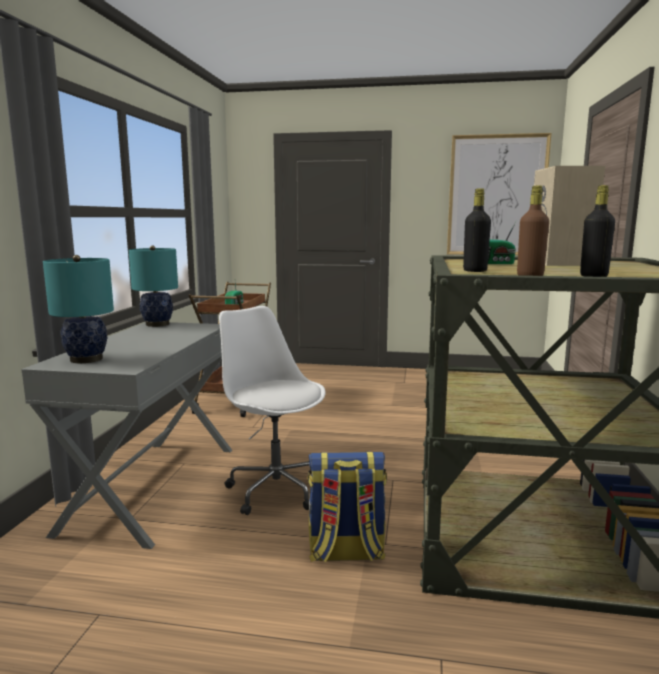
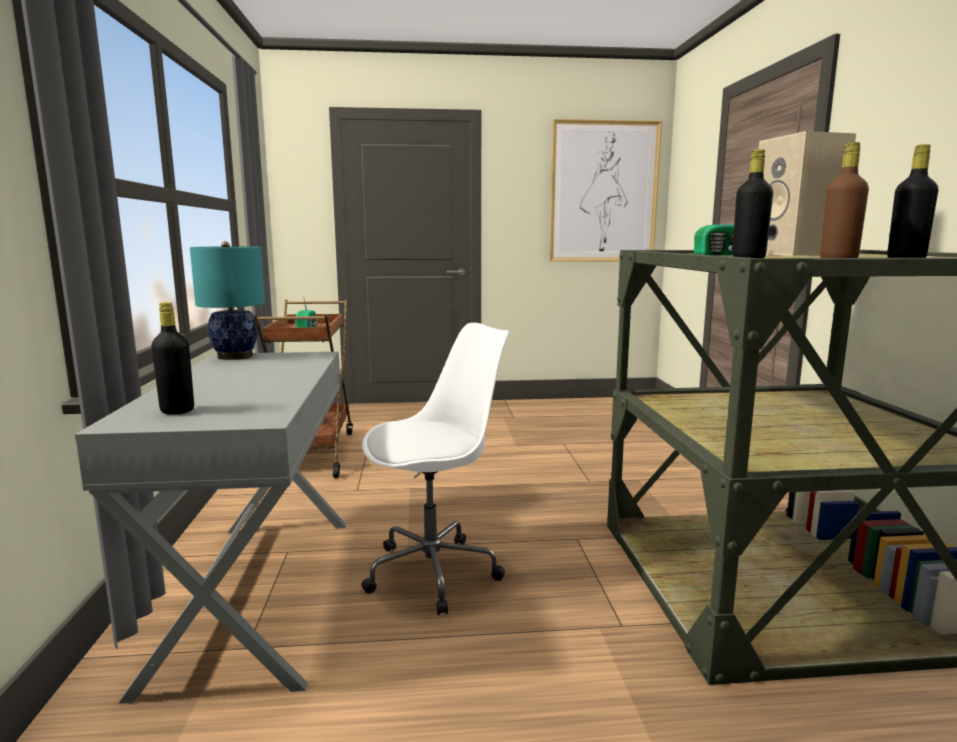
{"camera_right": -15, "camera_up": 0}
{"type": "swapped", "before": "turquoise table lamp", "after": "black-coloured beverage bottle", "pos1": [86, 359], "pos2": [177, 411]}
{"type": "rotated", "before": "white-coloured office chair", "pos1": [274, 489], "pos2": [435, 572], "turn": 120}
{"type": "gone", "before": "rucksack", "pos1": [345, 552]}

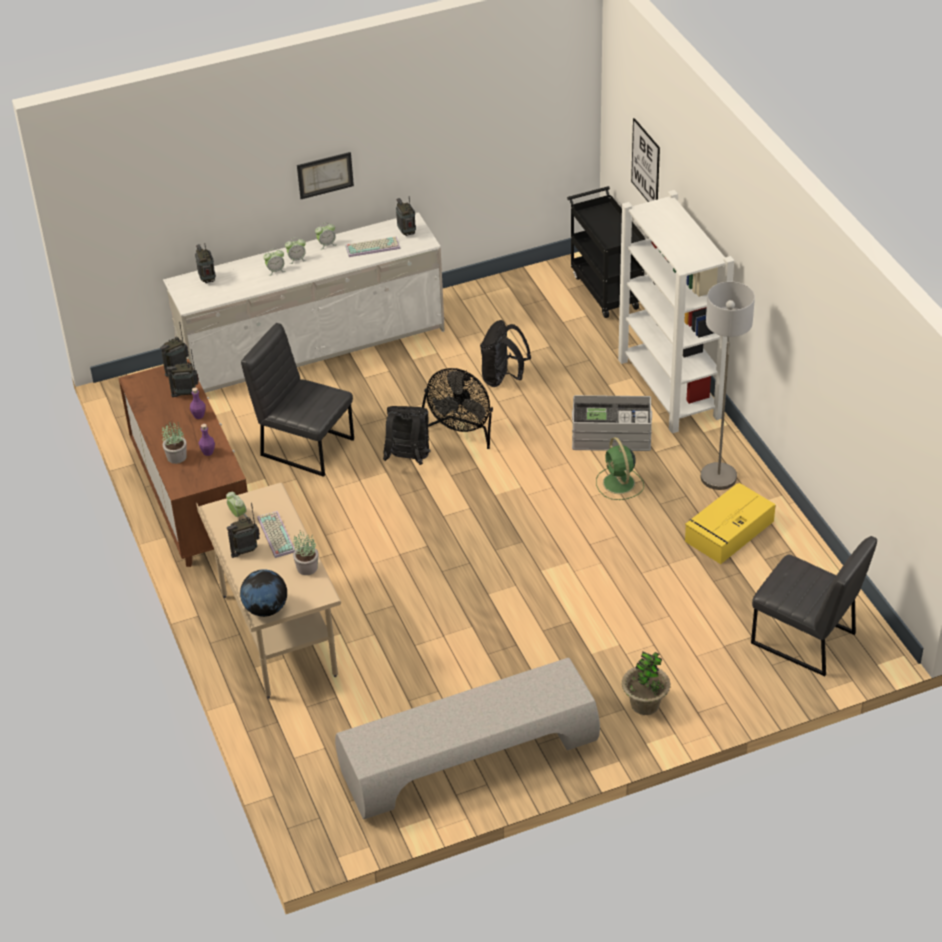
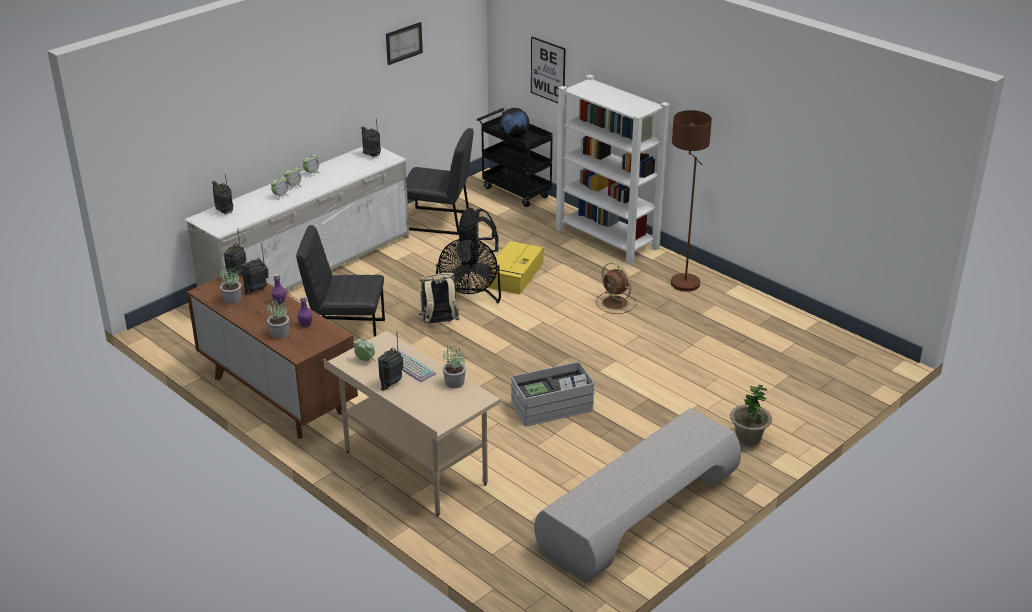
{"camera_right": -25, "camera_up": -10}
{"type": "shifted", "before": "globe", "pos1": [266, 609], "pos2": [514, 136]}
{"type": "shifted", "before": "wall picture", "pos1": [325, 175], "pos2": [403, 43]}
{"type": "gone", "before": "computer keyboard", "pos1": [373, 247]}
{"type": "repainted", "before": "black-coloured rucksack", "after": "sand-coloured rucksack", "pos1": [408, 459], "pos2": [439, 323]}
{"type": "shifted", "before": "gray storage box", "pos1": [611, 435], "pos2": [552, 406]}
{"type": "repainted", "before": "greenish cooling fan", "after": "brown-coloured cooling fan", "pos1": [619, 484], "pos2": [616, 303]}
{"type": "shifted", "before": "yellow storage box", "pos1": [728, 532], "pos2": [514, 275]}
{"type": "repainted", "before": "gray floor lamp", "after": "brown-coloured floor lamp", "pos1": [718, 470], "pos2": [681, 279]}
{"type": "shifted", "before": "gray chair", "pos1": [806, 640], "pos2": [439, 221]}
{"type": "new", "after": "potted plant", "pos2": [232, 299]}

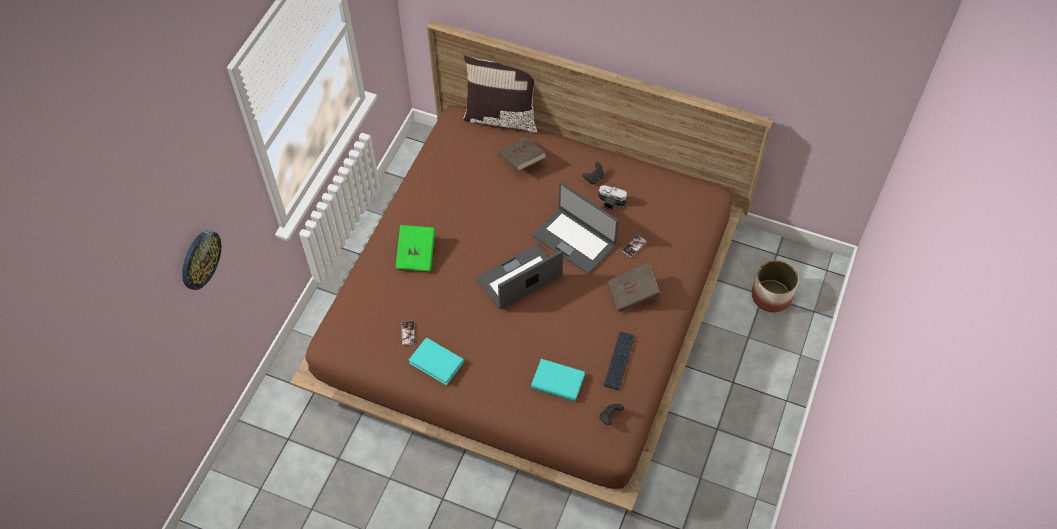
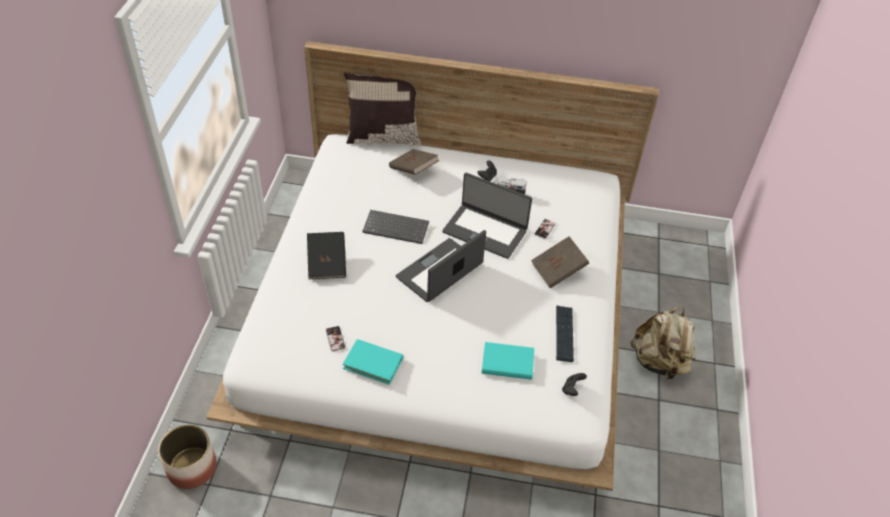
{"camera_right": -15, "camera_up": -10}
{"type": "gone", "before": "wall clock", "pos1": [200, 259]}
{"type": "repainted", "before": "brown-coloured bed", "after": "white-coloured bed", "pos1": [529, 312], "pos2": [441, 318]}
{"type": "repainted", "before": "greenish bound book", "after": "black-coloured bound book", "pos1": [416, 255], "pos2": [327, 264]}
{"type": "shifted", "before": "flower pot", "pos1": [771, 296], "pos2": [192, 468]}
{"type": "new", "after": "computer keyboard", "pos2": [397, 227]}
{"type": "new", "after": "sand-coloured rucksack", "pos2": [659, 362]}

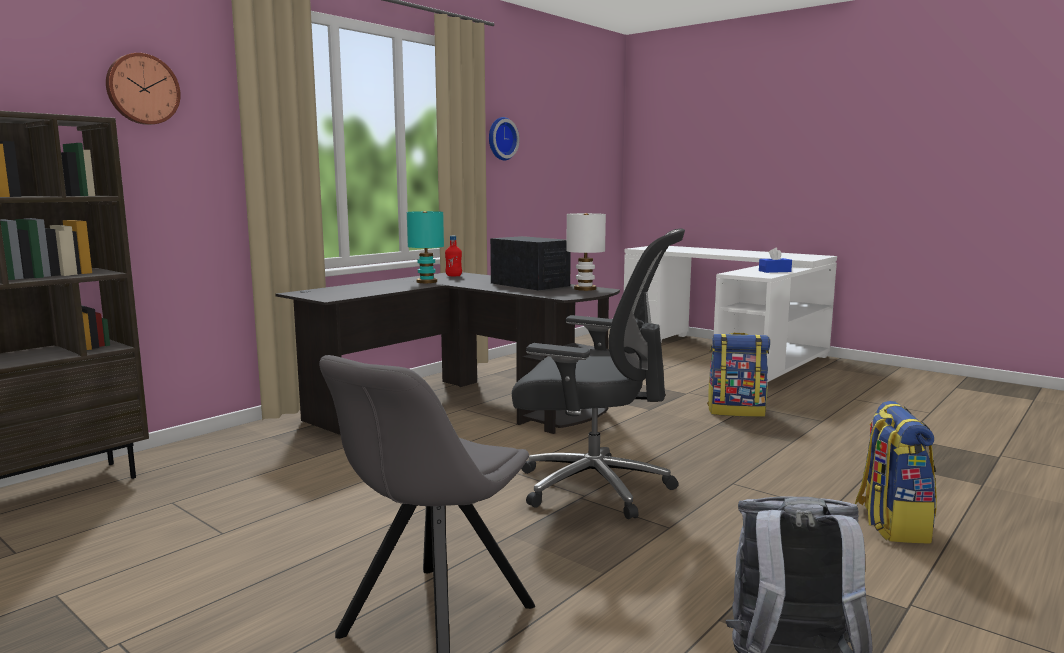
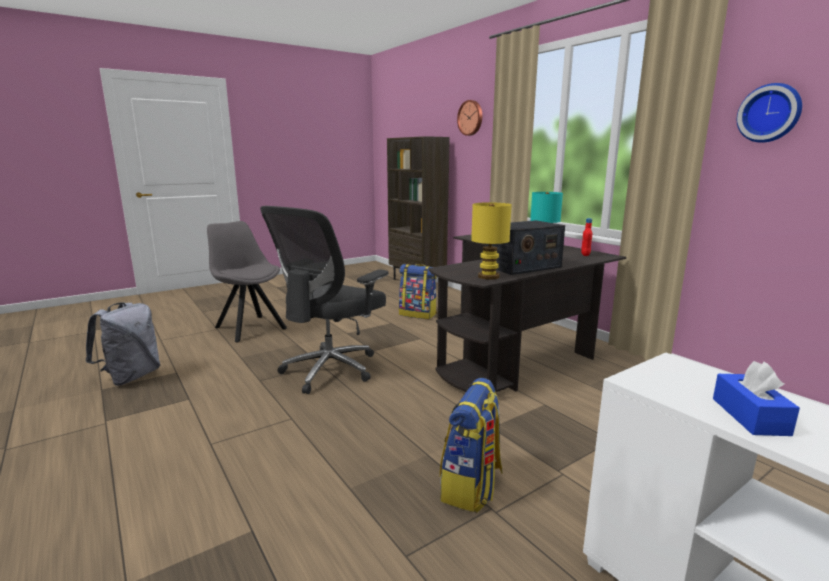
{"camera_right": 105, "camera_up": 5}
{"type": "repainted", "before": "white-coloured table lamp", "after": "yellow table lamp", "pos1": [585, 289], "pos2": [488, 276]}
{"type": "shifted", "before": "rucksack", "pos1": [891, 524], "pos2": [418, 314]}

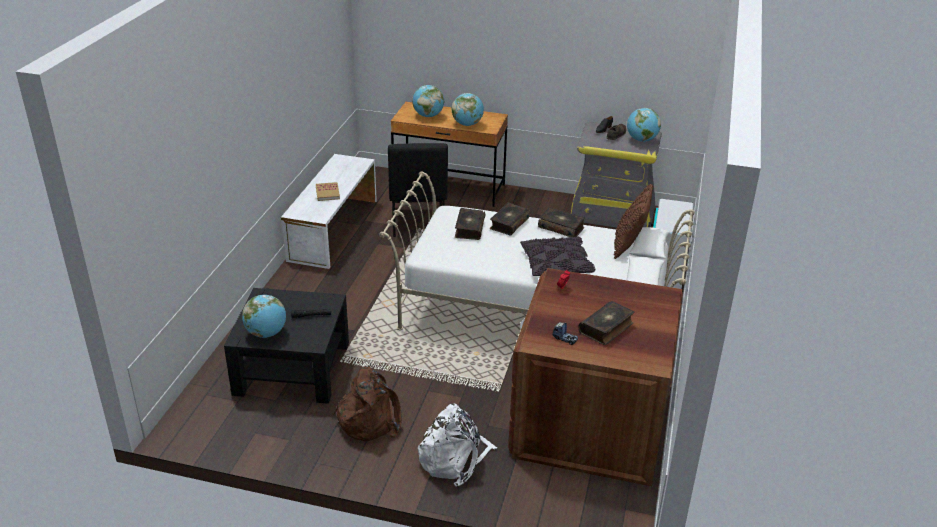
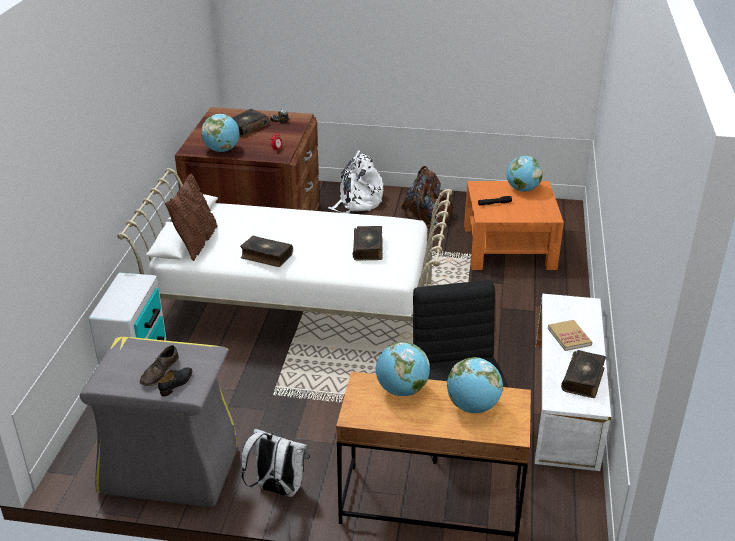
{"camera_right": 175, "camera_up": 0}
{"type": "repainted", "before": "black-coloured low table", "after": "orange-coloured low table", "pos1": [292, 368], "pos2": [509, 247]}
{"type": "shifted", "before": "bound book", "pos1": [508, 224], "pos2": [583, 379]}
{"type": "gone", "before": "black-coloured cushion", "pos1": [556, 265]}
{"type": "shifted", "before": "globe", "pos1": [641, 140], "pos2": [222, 150]}
{"type": "new", "after": "white-coloured rucksack", "pos2": [277, 489]}

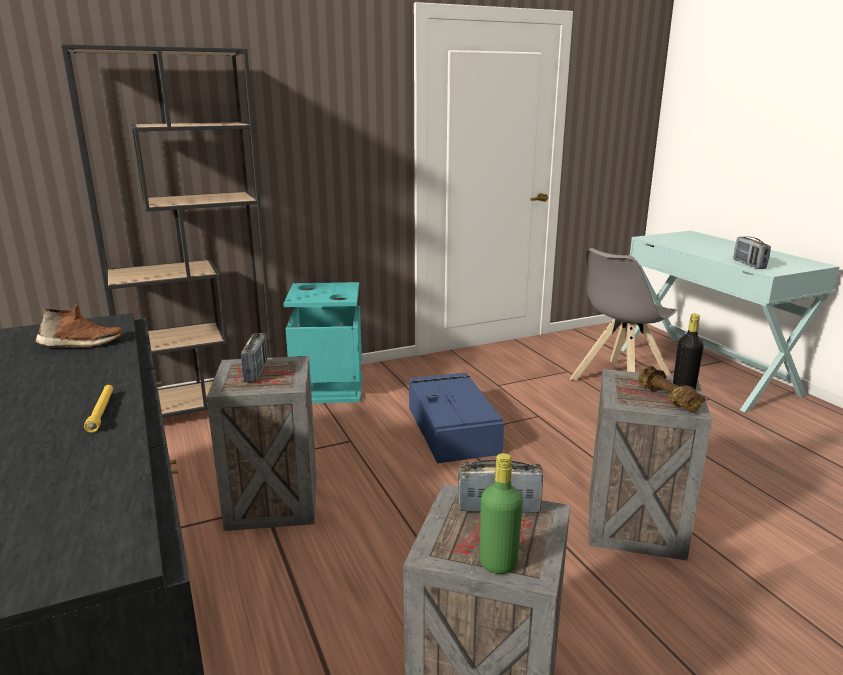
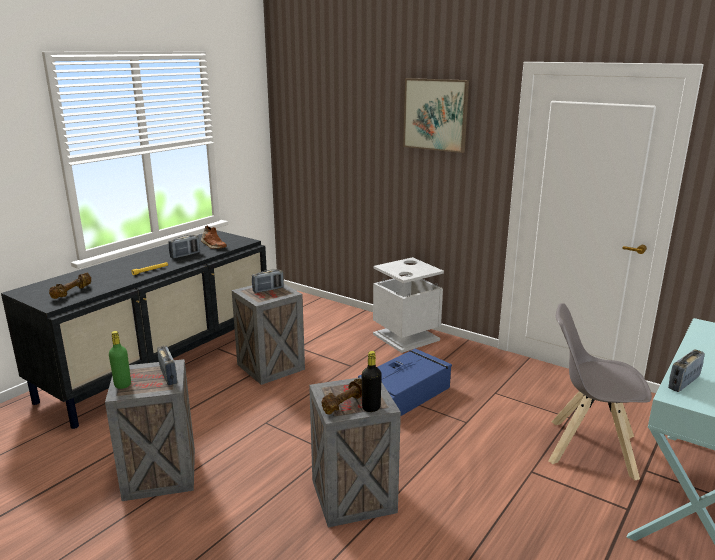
{"camera_right": 60, "camera_up": 0}
{"type": "gone", "before": "bookcase", "pos1": [204, 406]}
{"type": "repainted", "before": "turquoise trash can", "after": "gray trash can", "pos1": [328, 388], "pos2": [406, 337]}
{"type": "new", "after": "brown-coloured free weight", "pos2": [72, 292]}
{"type": "new", "after": "radio set", "pos2": [185, 255]}
{"type": "new", "after": "wall picture", "pos2": [435, 114]}

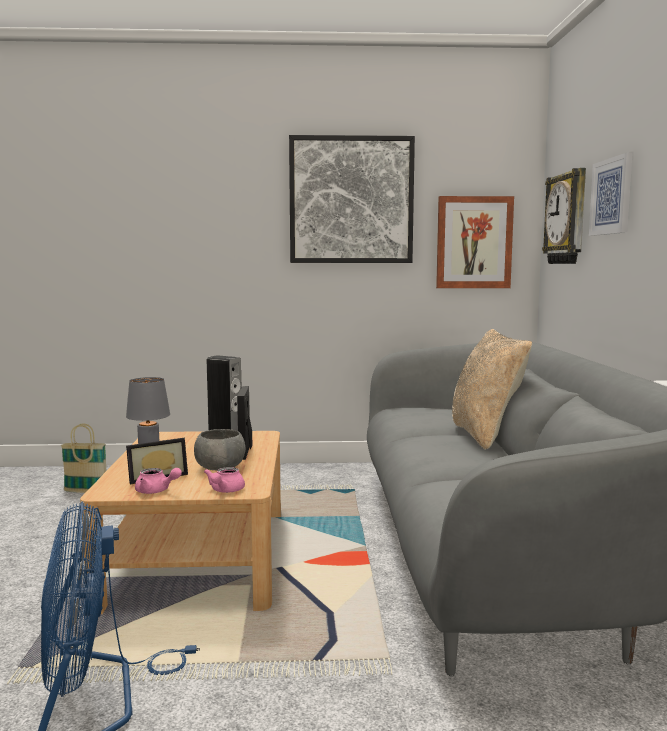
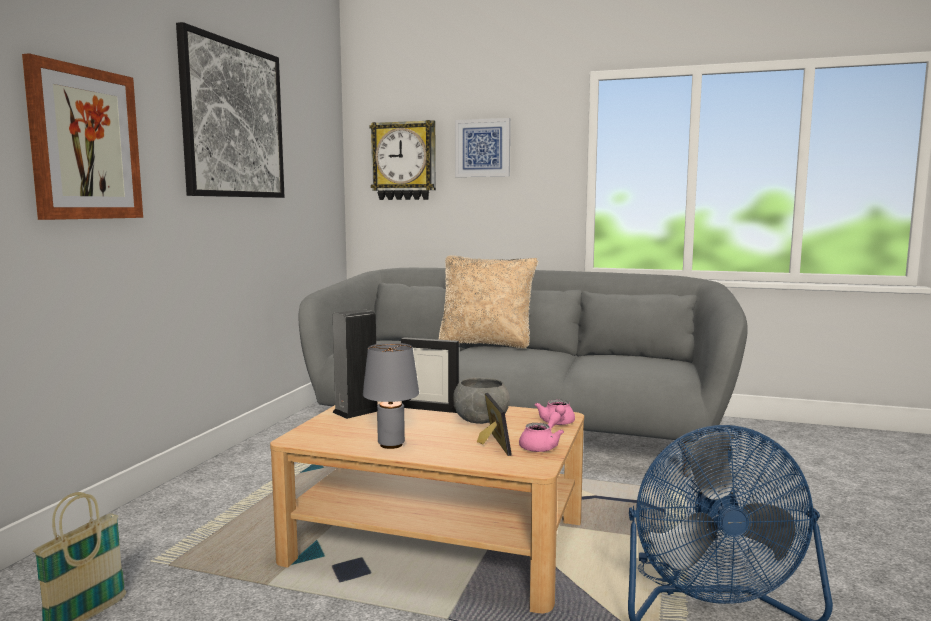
{"camera_right": -70, "camera_up": 0}
{"type": "rotated", "before": "pink-coloured pot for tea", "pos1": [225, 491], "pos2": [557, 423], "turn": 60}
{"type": "shifted", "before": "wall picture", "pos1": [474, 242], "pos2": [85, 144]}

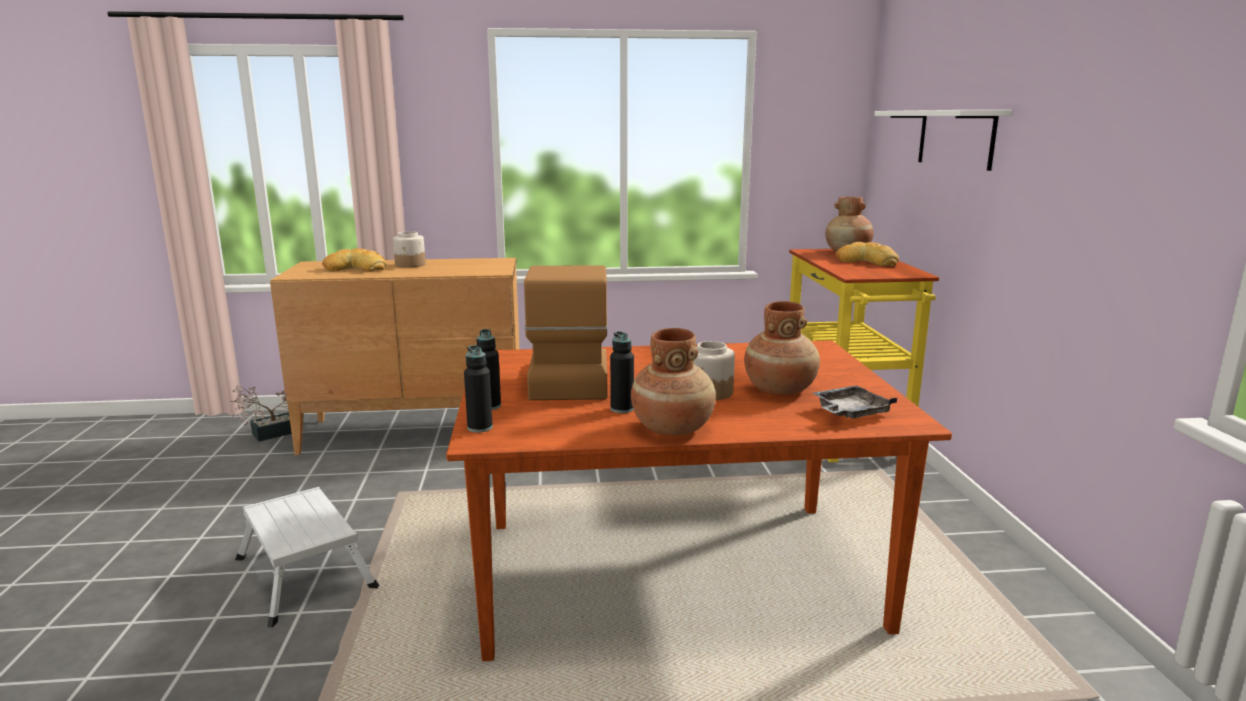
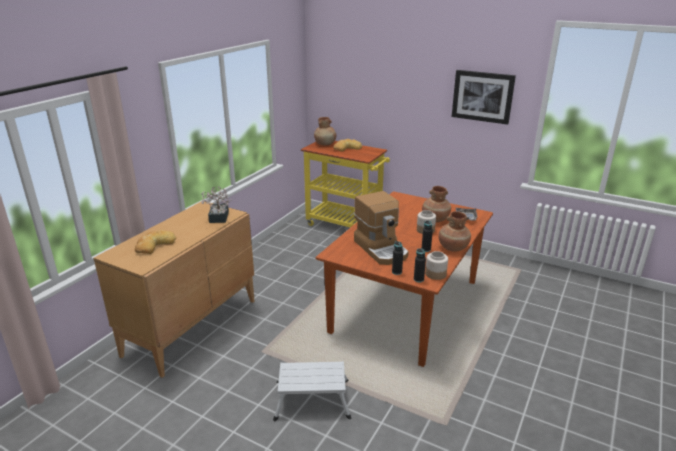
{"camera_right": -55, "camera_up": 10}
{"type": "shifted", "before": "potted plant", "pos1": [269, 434], "pos2": [218, 218]}
{"type": "shifted", "before": "storage jar", "pos1": [410, 265], "pos2": [436, 274]}
{"type": "rotated", "before": "coffee maker", "pos1": [568, 379], "pos2": [381, 249], "turn": -150}
{"type": "gone", "before": "white-coloured wall shelf", "pos1": [955, 138]}
{"type": "new", "after": "wall picture", "pos2": [482, 96]}

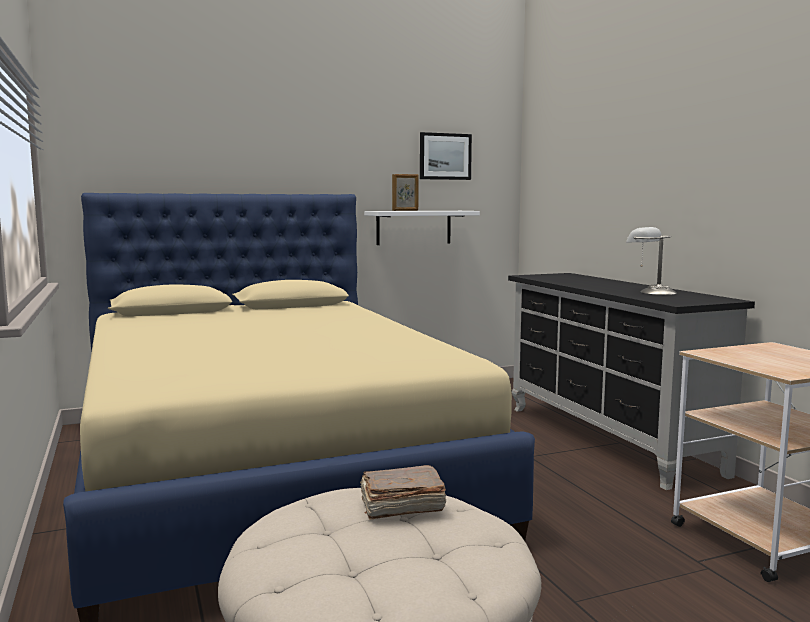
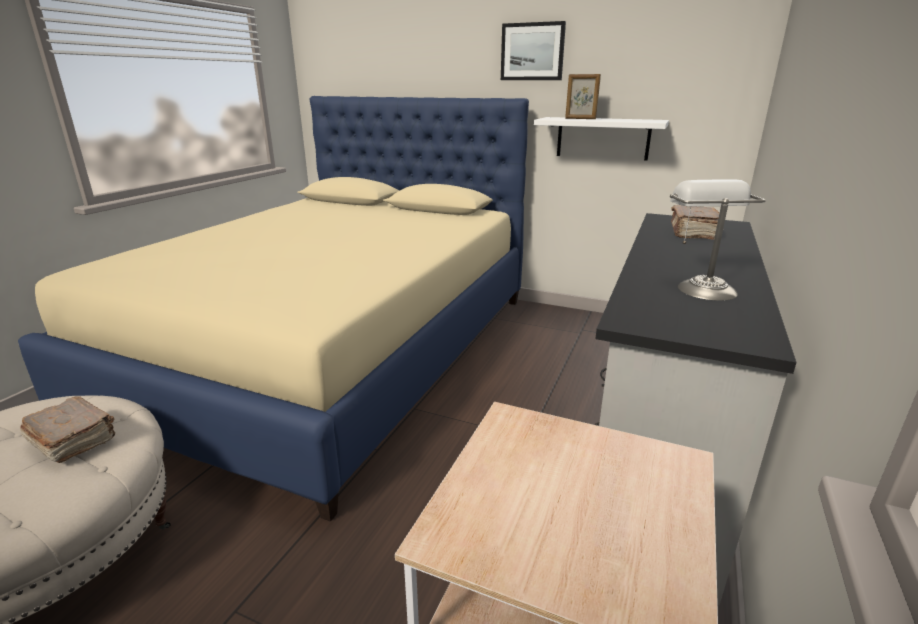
{"camera_right": 45, "camera_up": 15}
{"type": "shifted", "before": "wall picture", "pos1": [445, 156], "pos2": [532, 52]}
{"type": "new", "after": "brown-coloured bound book", "pos2": [693, 232]}

